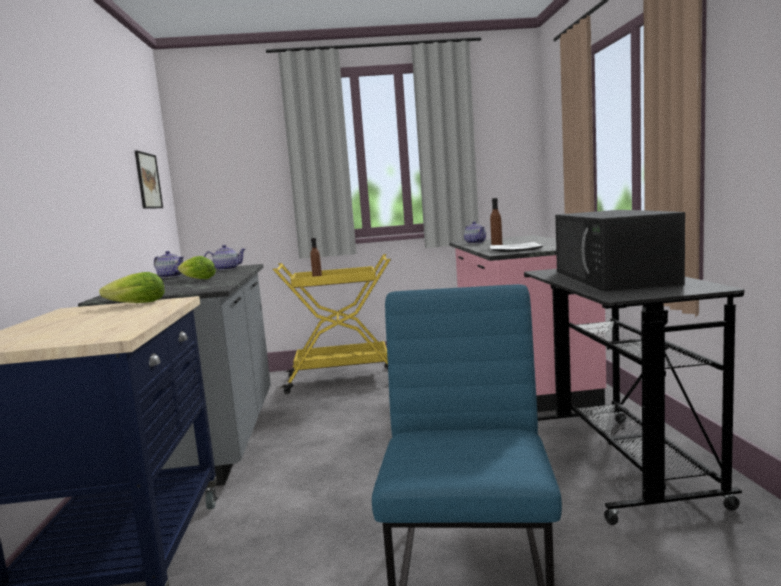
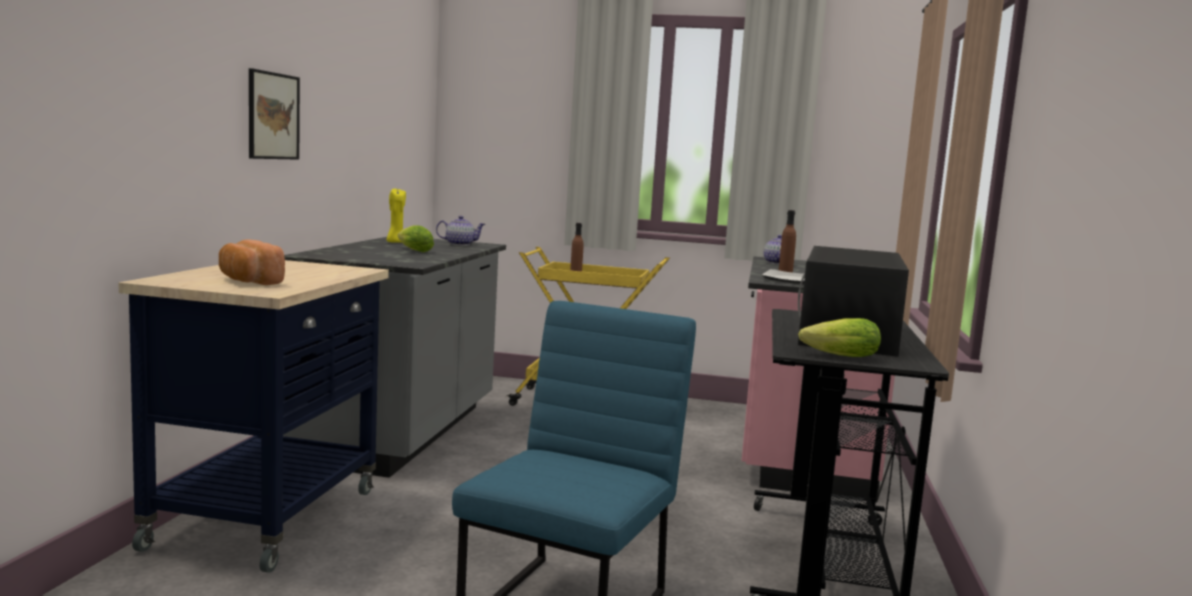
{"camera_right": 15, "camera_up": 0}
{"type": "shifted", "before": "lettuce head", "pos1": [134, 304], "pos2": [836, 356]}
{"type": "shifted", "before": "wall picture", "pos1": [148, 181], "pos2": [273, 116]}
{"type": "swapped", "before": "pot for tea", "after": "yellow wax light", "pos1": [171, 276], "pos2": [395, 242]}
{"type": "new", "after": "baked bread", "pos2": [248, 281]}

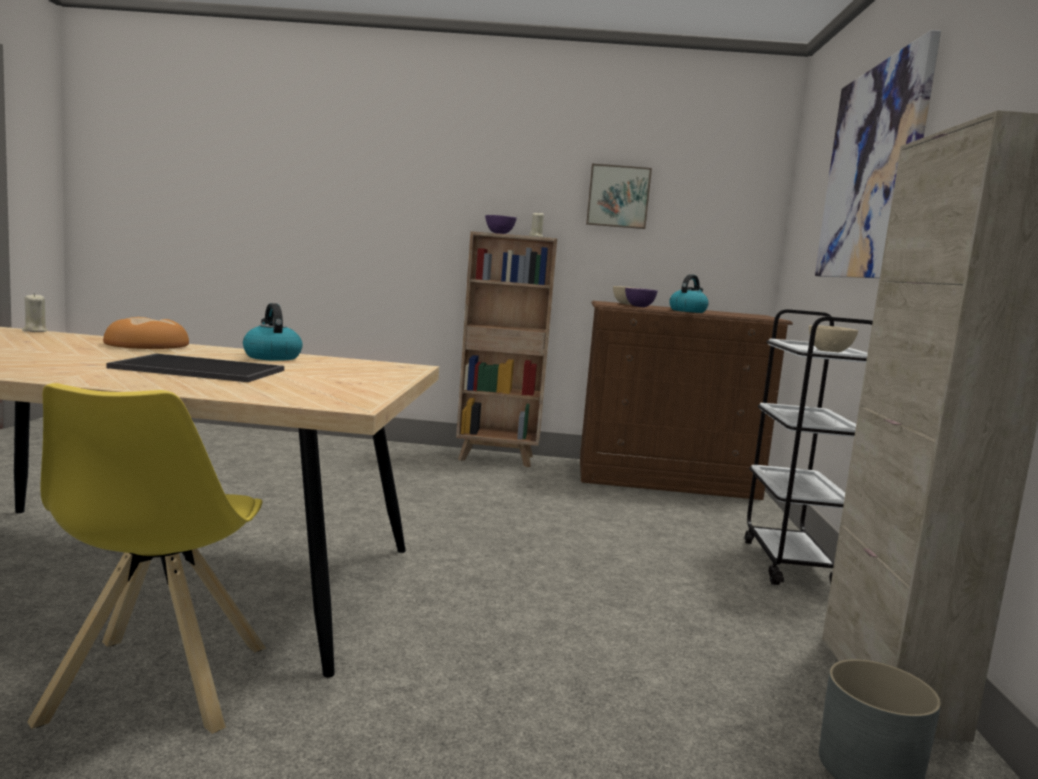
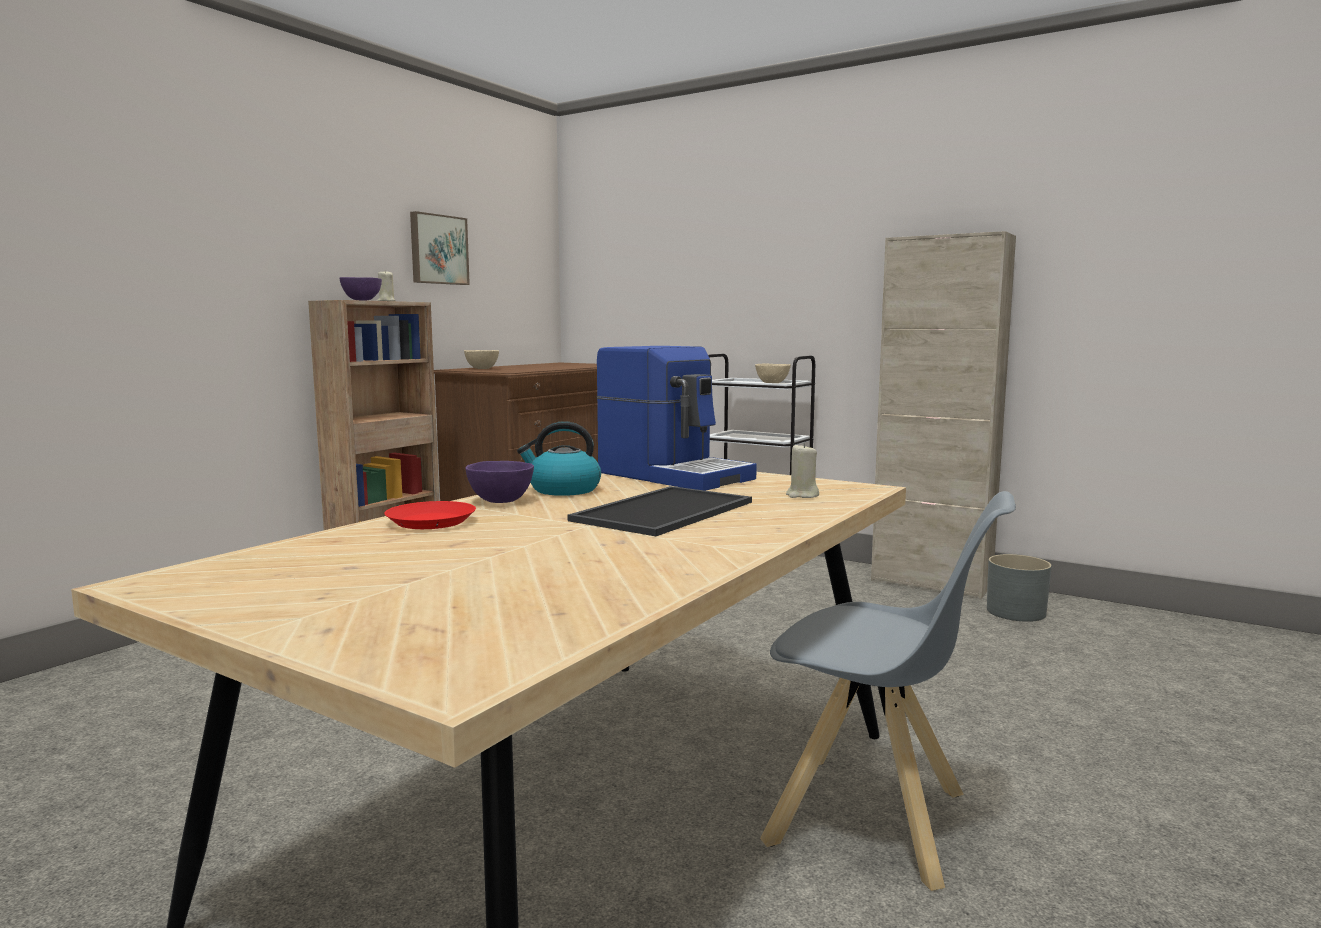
{"camera_right": -60, "camera_up": 0}
{"type": "shifted", "before": "sand-coloured wax light", "pos1": [35, 331], "pos2": [802, 495]}
{"type": "repainted", "before": "yellow chair", "after": "gray chair", "pos1": [154, 687], "pos2": [874, 819]}
{"type": "swapped", "before": "baked bread", "after": "reddish flat dish", "pos1": [147, 345], "pos2": [430, 522]}
{"type": "shifted", "before": "purplish deep dish", "pos1": [639, 306], "pos2": [500, 501]}
{"type": "gone", "before": "water kettle", "pos1": [688, 311]}
{"type": "gone", "before": "wall picture", "pos1": [872, 173]}
{"type": "new", "after": "coffee maker", "pos2": [675, 475]}

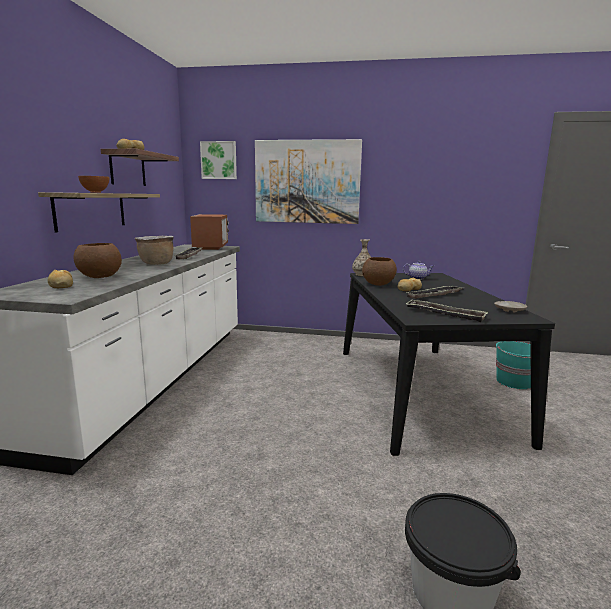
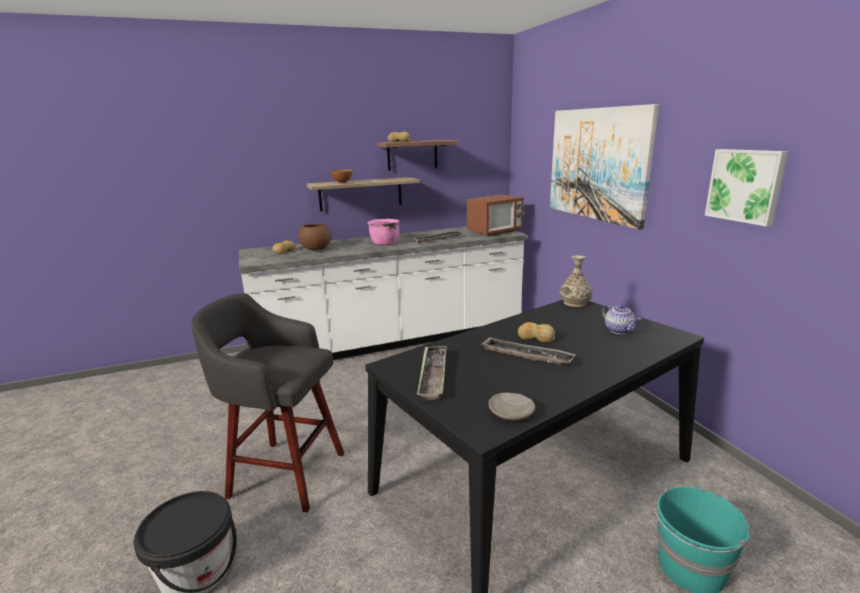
{"camera_right": 60, "camera_up": 5}
{"type": "repainted", "before": "brown-coloured saucepot", "after": "pink-coloured saucepot", "pos1": [156, 264], "pos2": [384, 244]}
{"type": "shifted", "before": "wall picture", "pos1": [219, 160], "pos2": [745, 185]}
{"type": "gone", "before": "brown-coloured deep dish", "pos1": [378, 284]}
{"type": "new", "after": "gray stool", "pos2": [284, 474]}

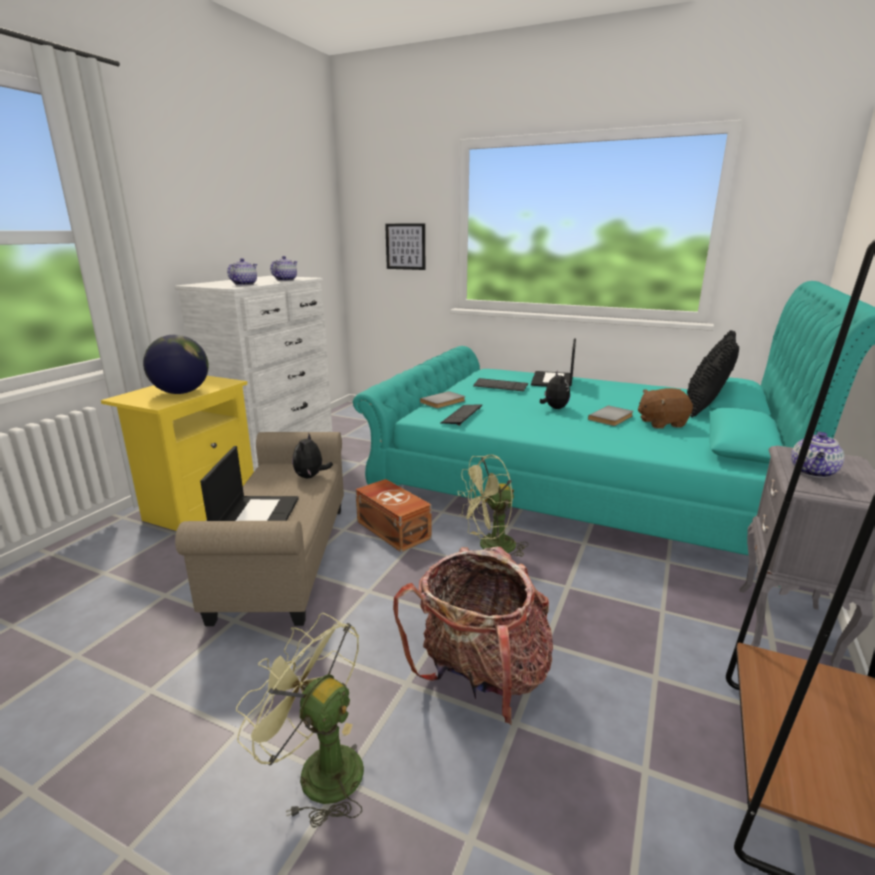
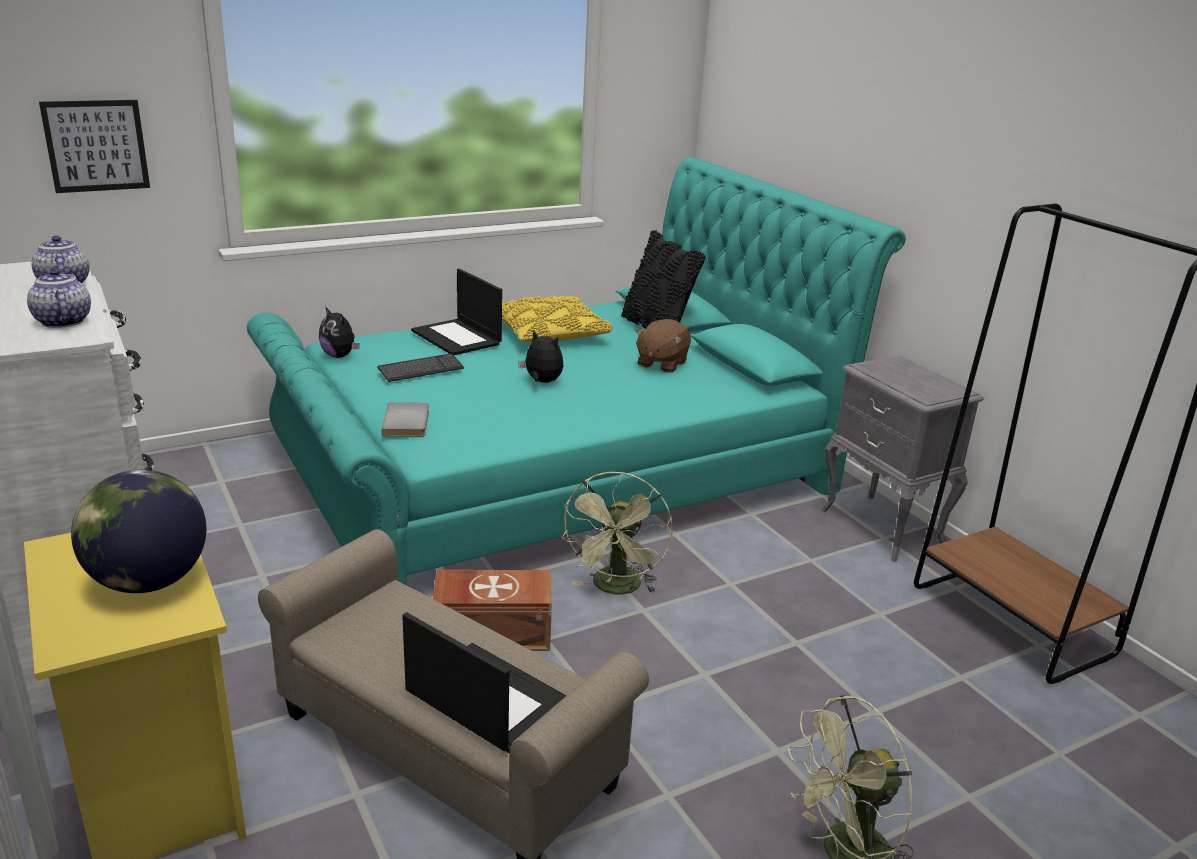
{"camera_right": -55, "camera_up": 5}
{"type": "shifted", "before": "soft toy", "pos1": [311, 477], "pos2": [340, 356]}
{"type": "gone", "before": "rucksack", "pos1": [481, 678]}
{"type": "gone", "before": "computer keyboard", "pos1": [462, 415]}
{"type": "gone", "before": "gray bound book", "pos1": [612, 418]}
{"type": "gone", "before": "pot for tea", "pos1": [813, 472]}
{"type": "new", "after": "yellow cushion", "pos2": [549, 334]}

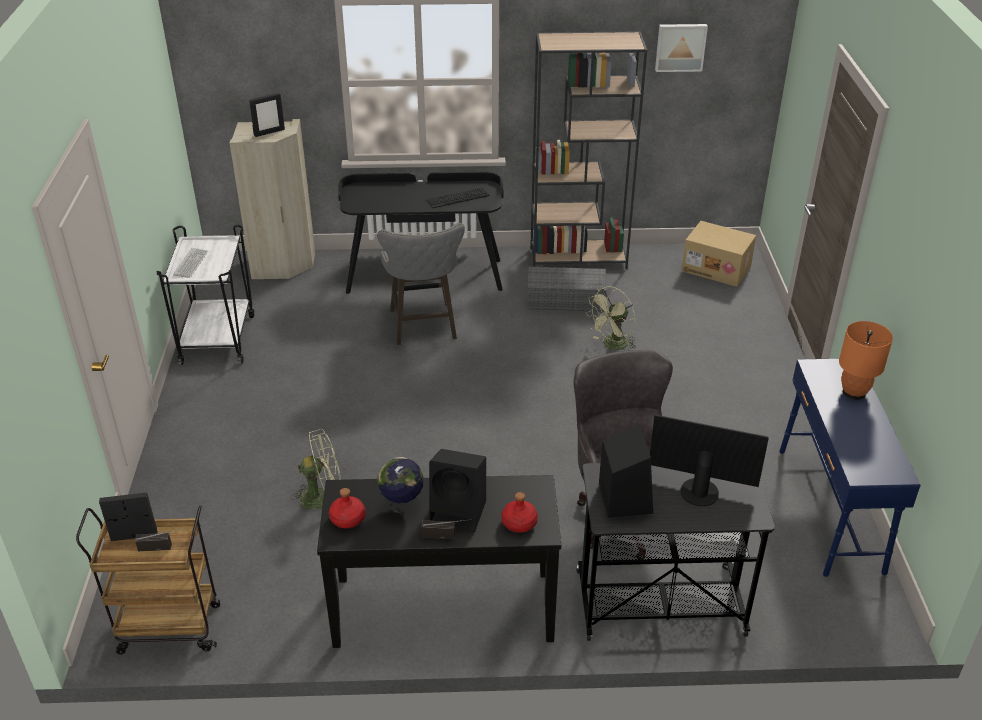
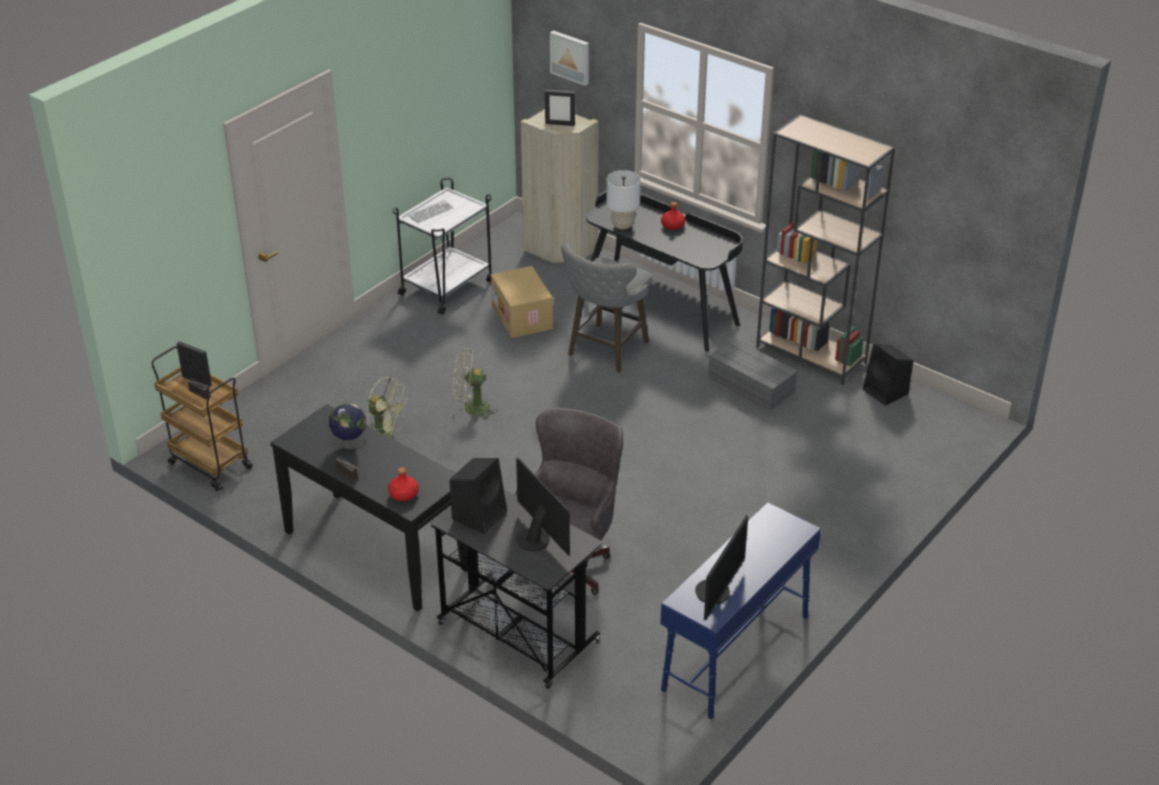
{"camera_right": 40, "camera_up": 0}
{"type": "shifted", "before": "reddish beverage bottle", "pos1": [347, 519], "pos2": [672, 225]}
{"type": "gone", "before": "computer keyboard", "pos1": [458, 198]}
{"type": "shifted", "before": "black-coloured audio speaker", "pos1": [460, 512], "pos2": [886, 392]}
{"type": "shifted", "before": "greenish cooling fan", "pos1": [612, 346], "pos2": [471, 409]}
{"type": "shifted", "before": "wall picture", "pos1": [680, 47], "pos2": [571, 57]}
{"type": "shifted", "before": "cardboard box", "pos1": [717, 268], "pos2": [523, 317]}
{"type": "gone", "before": "orange-coloured table lamp", "pos1": [854, 392]}
{"type": "new", "after": "white-coloured table lamp", "pos2": [622, 227]}
{"type": "new", "after": "monitor", "pos2": [716, 593]}

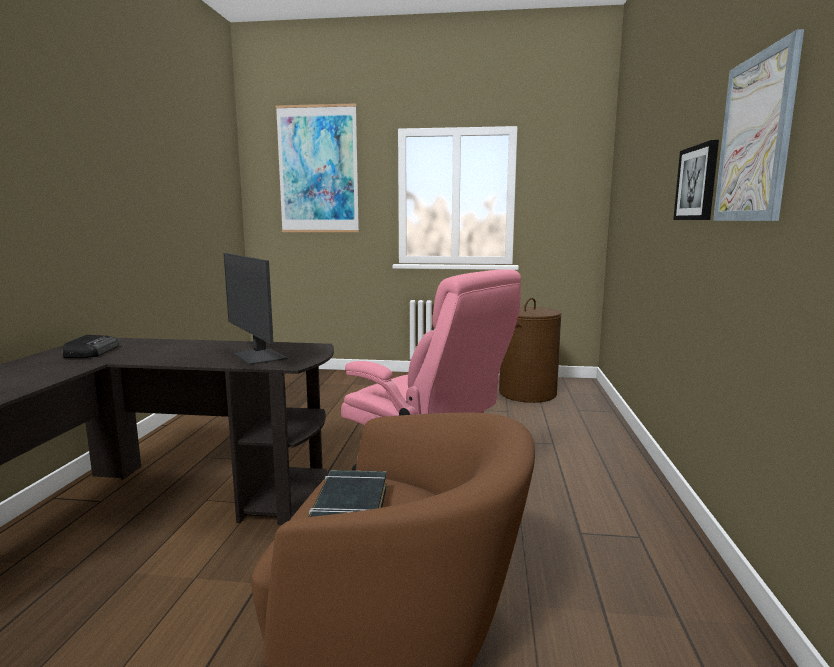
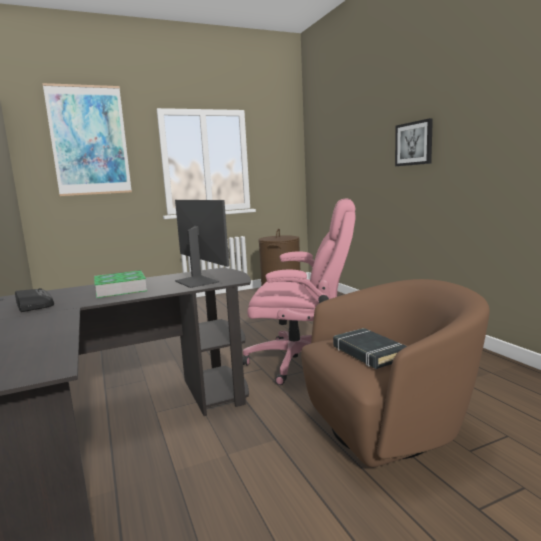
{"camera_right": -30, "camera_up": 0}
{"type": "rotated", "before": "monitor", "pos1": [259, 357], "pos2": [197, 281], "turn": -150}
{"type": "gone", "before": "wall picture", "pos1": [755, 139]}
{"type": "new", "after": "bound book", "pos2": [120, 289]}

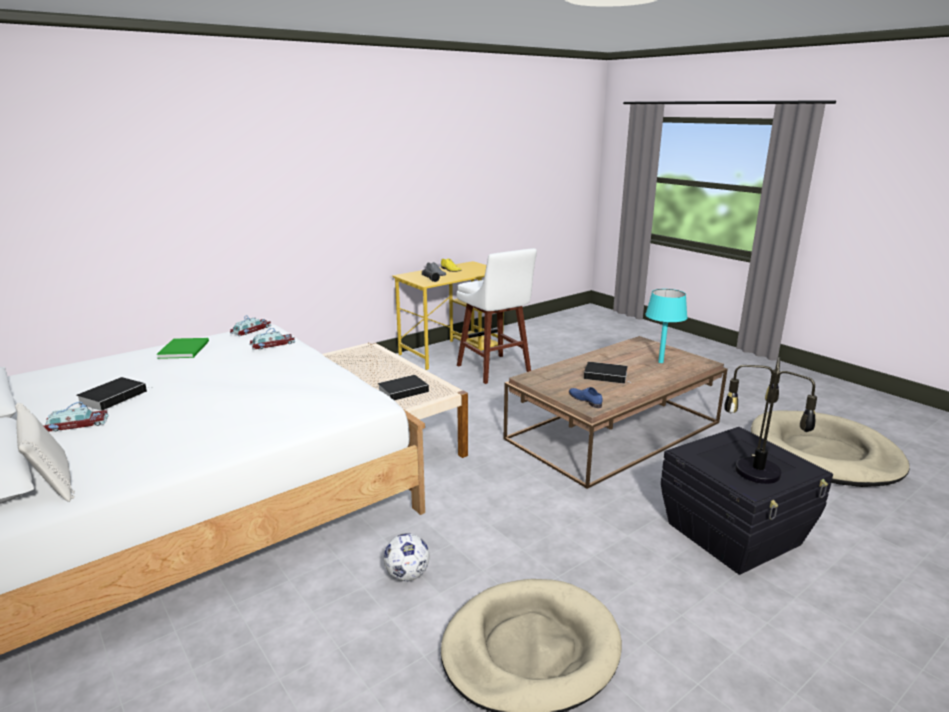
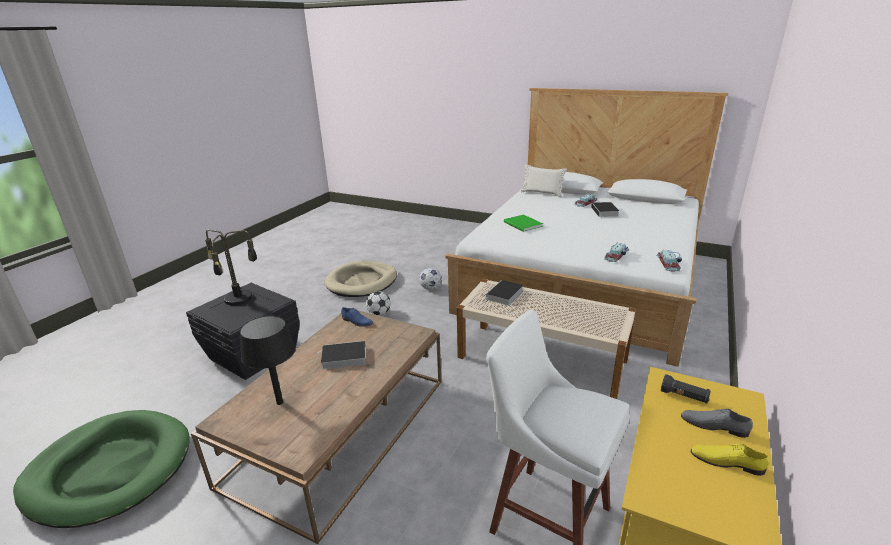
{"camera_right": 155, "camera_up": 5}
{"type": "shifted", "before": "greenish bound book", "pos1": [185, 349], "pos2": [522, 224]}
{"type": "repainted", "before": "turquoise table lamp", "after": "black-coloured table lamp", "pos1": [661, 362], "pos2": [279, 402]}
{"type": "repainted", "before": "sand-coloured dog cushion", "after": "greenish dog cushion", "pos1": [823, 454], "pos2": [110, 470]}
{"type": "new", "after": "football", "pos2": [379, 313]}

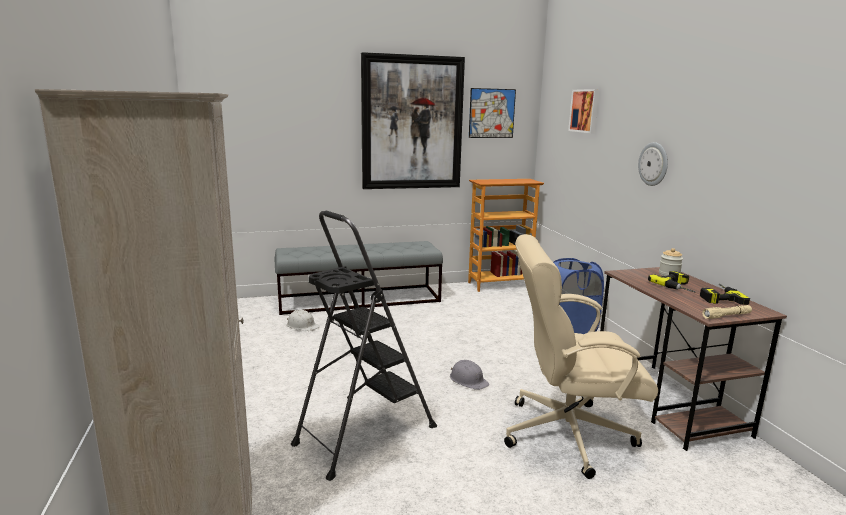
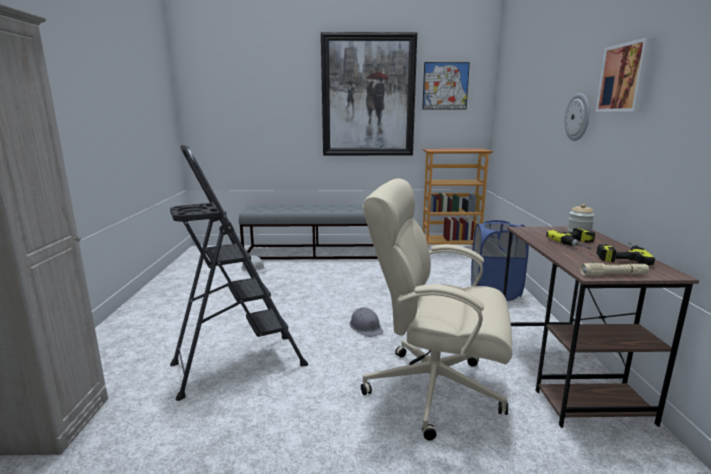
{"camera_right": 15, "camera_up": 0}
{"type": "shifted", "before": "wall picture", "pos1": [585, 111], "pos2": [626, 78]}

